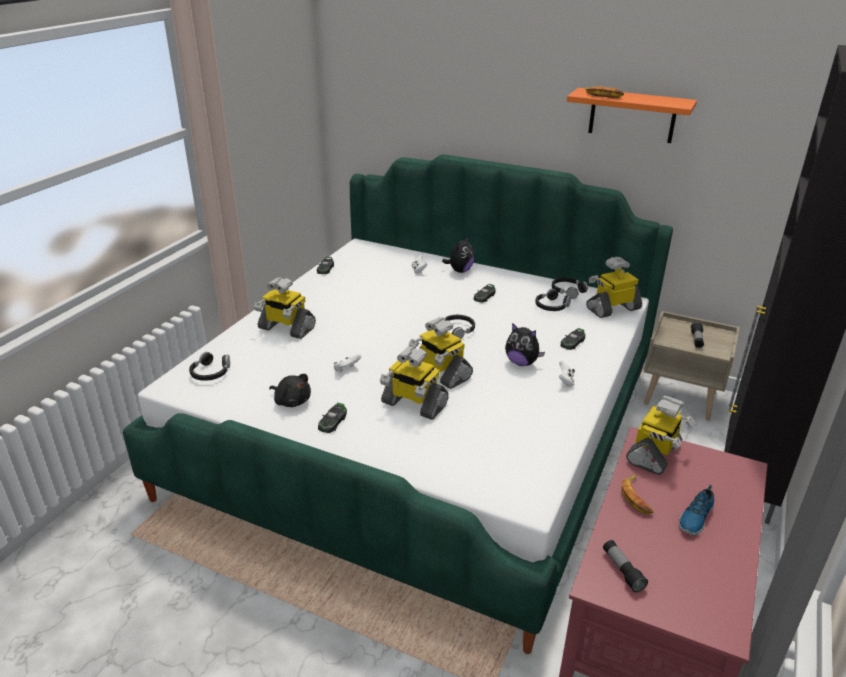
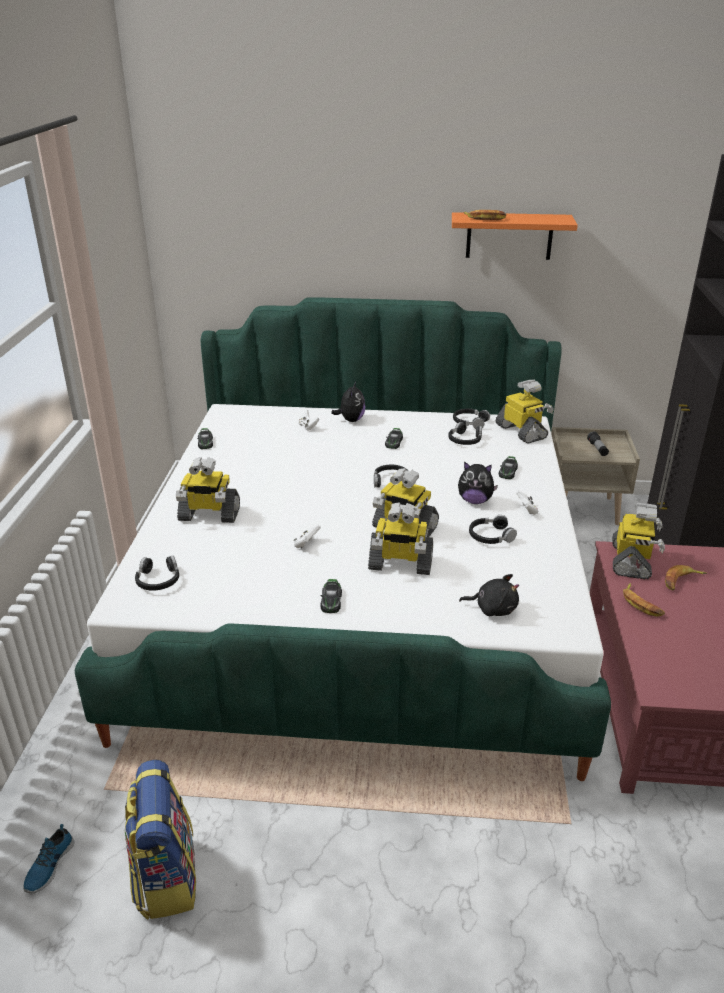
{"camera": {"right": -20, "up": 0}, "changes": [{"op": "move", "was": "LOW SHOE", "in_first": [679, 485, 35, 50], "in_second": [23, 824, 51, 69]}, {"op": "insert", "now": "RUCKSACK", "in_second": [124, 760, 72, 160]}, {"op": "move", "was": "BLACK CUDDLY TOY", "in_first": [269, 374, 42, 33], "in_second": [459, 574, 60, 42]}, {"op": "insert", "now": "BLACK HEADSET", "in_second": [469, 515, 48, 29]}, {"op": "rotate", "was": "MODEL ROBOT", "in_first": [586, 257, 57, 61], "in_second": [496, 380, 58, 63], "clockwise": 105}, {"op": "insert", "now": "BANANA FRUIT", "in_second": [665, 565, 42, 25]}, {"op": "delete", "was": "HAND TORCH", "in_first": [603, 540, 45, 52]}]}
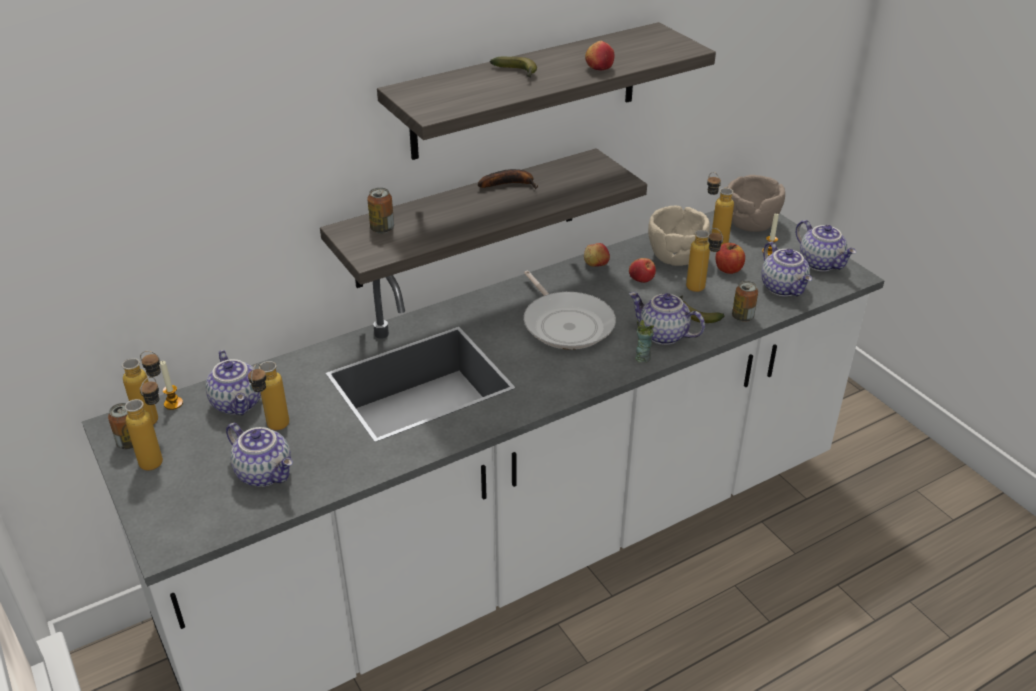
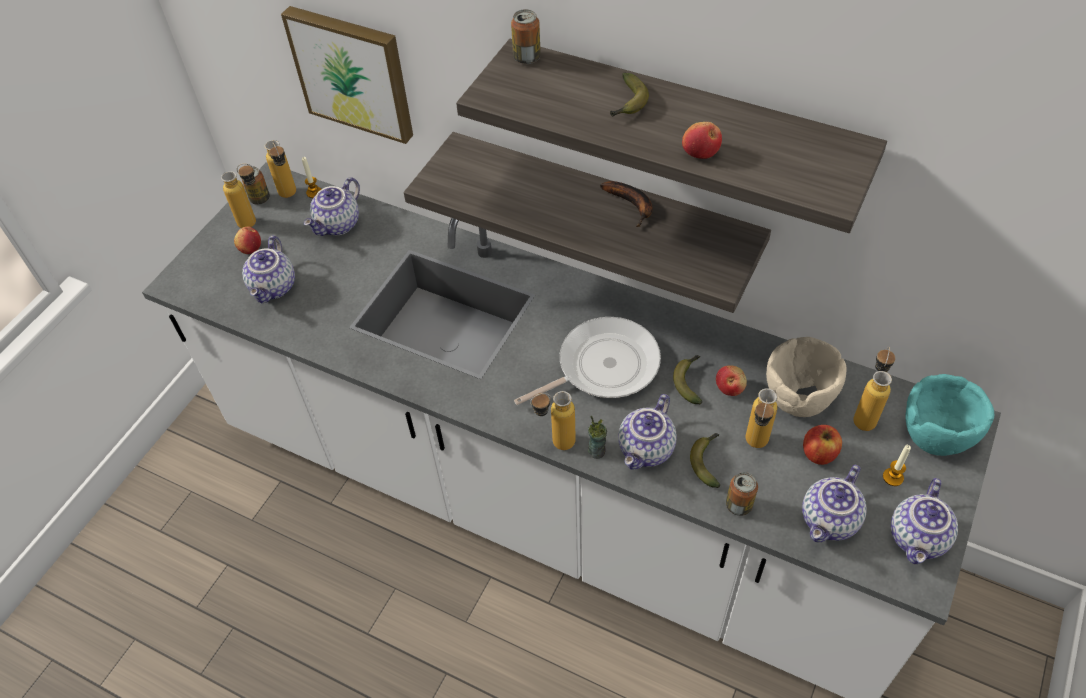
{"camera": {"right": 60, "up": 15}, "changes": [{"op": "move", "was": "APPLE", "in_first": [584, 243, 26, 24], "in_second": [234, 227, 27, 27]}, {"op": "insert", "now": "PICTURE", "in_second": [281, 6, 132, 138]}, {"op": "move", "was": "METAL CAN", "in_first": [367, 188, 27, 46], "in_second": [511, 9, 30, 55]}, {"op": "rotate", "was": "PAN", "in_first": [524, 271, 92, 78], "in_second": [514, 317, 147, 88], "clockwise": -150}, {"op": "move", "was": "BOTTLE", "in_first": [248, 361, 41, 69], "in_second": [530, 391, 46, 59]}, {"op": "rotate", "was": "TEAPOT", "in_first": [629, 292, 76, 53], "in_second": [618, 394, 59, 76], "clockwise": -150}, {"op": "insert", "now": "BANANA FRUIT", "in_second": [673, 355, 29, 49]}, {"op": "recolor", "was": "BROWNISH SERVING BOWL", "now": "BLUE-GREEN SERVING BOWL", "in_first": [727, 175, 58, 57], "in_second": [905, 374, 89, 82]}]}
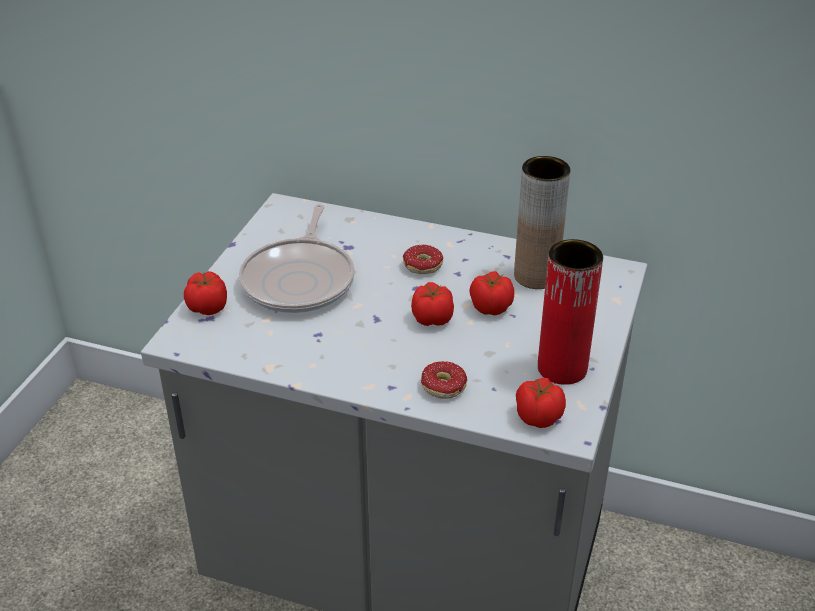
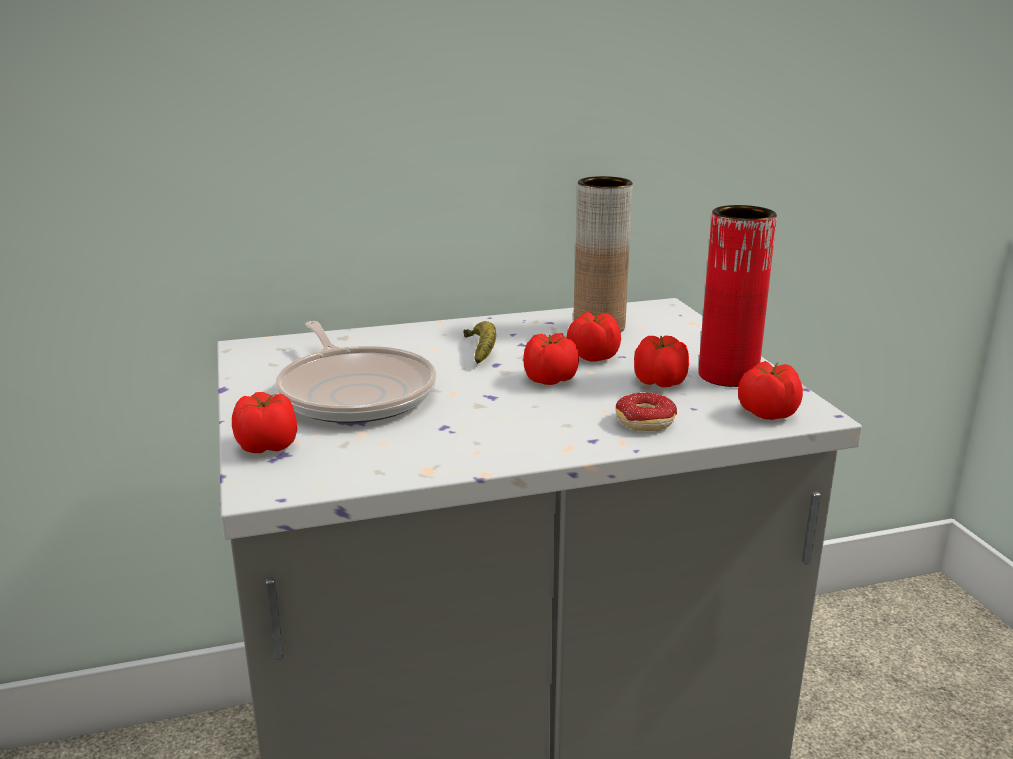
{"camera": {"right": -35, "up": -15}, "changes": [{"op": "replace", "was": "DONUT", "now": "BANANA FRUIT", "in_first": [403, 245, 40, 29], "in_second": [463, 321, 33, 43]}, {"op": "insert", "now": "TOMATO", "in_second": [634, 335, 55, 52]}]}
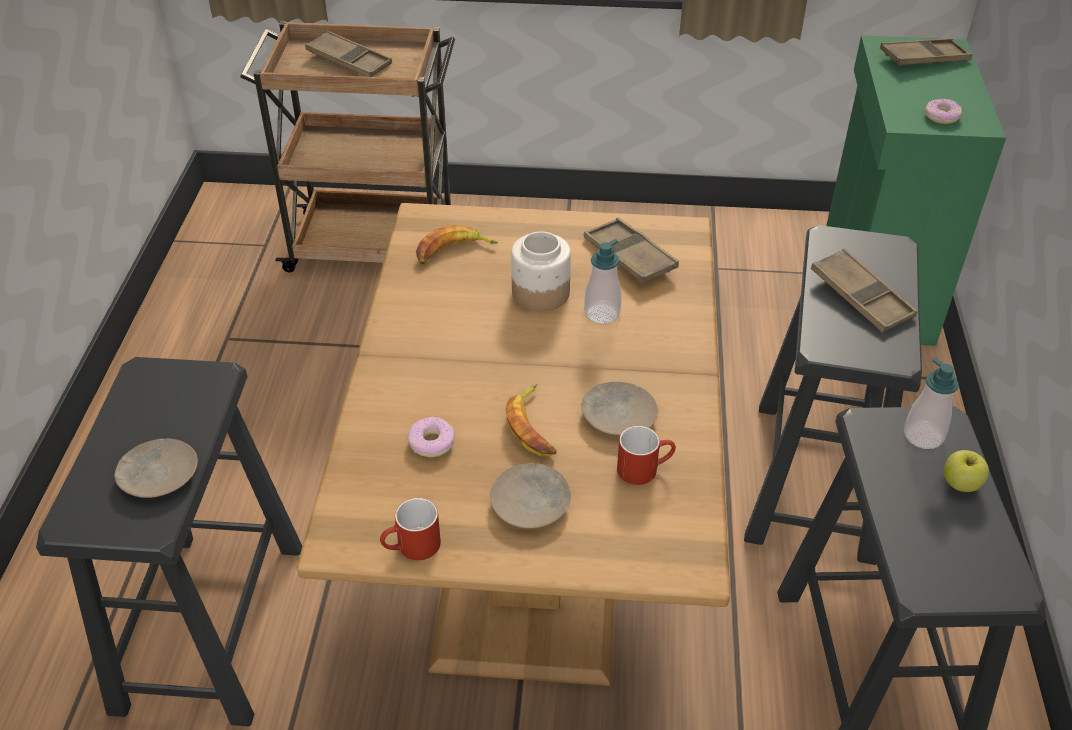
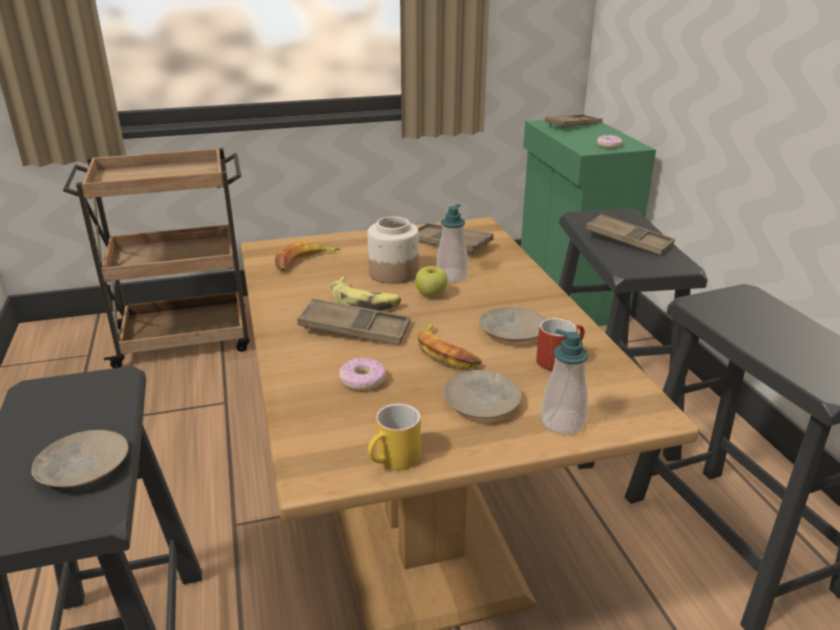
{"camera": {"right": -20, "up": -15}, "changes": [{"op": "move", "was": "BROWNISH CARRYING TRAY", "in_first": [305, 31, 87, 46], "in_second": [297, 298, 113, 47]}, {"op": "insert", "now": "BANANA FRUIT", "in_second": [330, 276, 71, 35]}, {"op": "recolor", "was": "RED MUG", "now": "YELLOW MUG", "in_first": [380, 498, 61, 63], "in_second": [368, 403, 53, 67]}, {"op": "move", "was": "APPLE", "in_first": [944, 450, 45, 42], "in_second": [415, 266, 33, 31]}, {"op": "move", "was": "SOAP BOTTLE", "in_first": [904, 358, 55, 91], "in_second": [541, 329, 48, 105]}]}
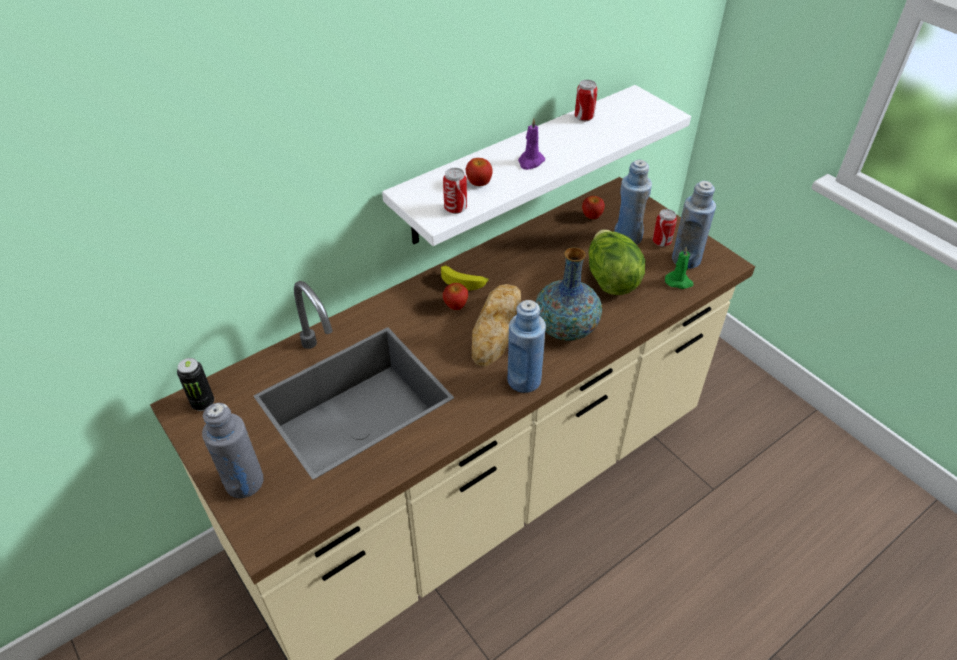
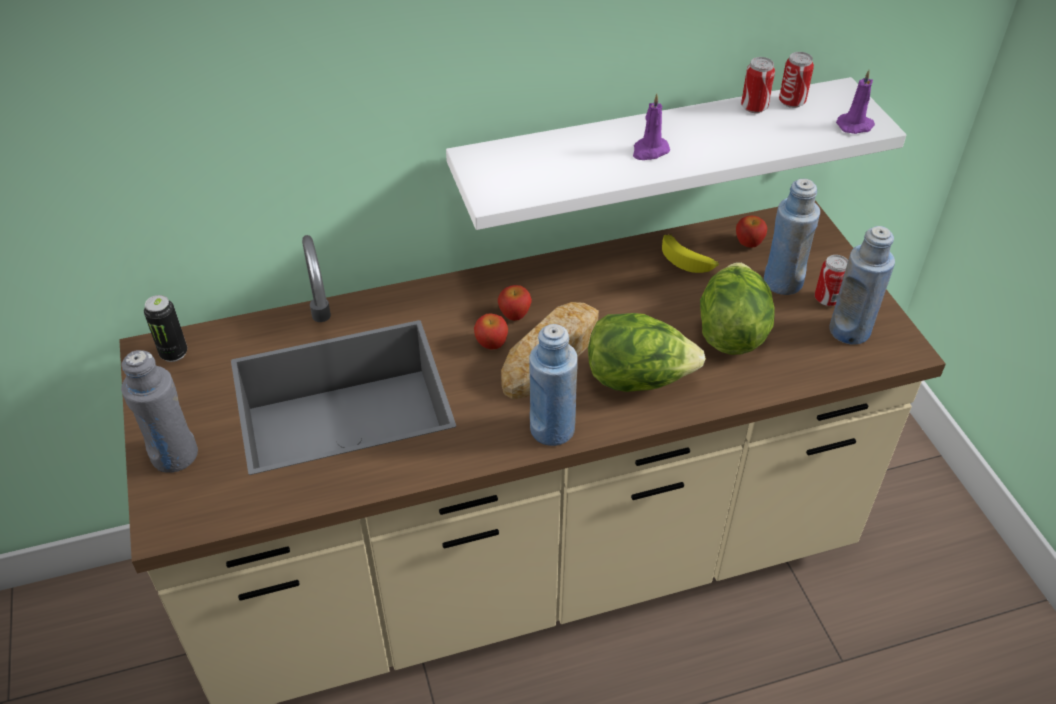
{"camera": {"right": 20, "up": 0}, "changes": [{"op": "move", "was": "APPLE", "in_first": [466, 158, 27, 28], "in_second": [474, 313, 34, 37]}, {"op": "replace", "was": "DECORATIVE VASE", "now": "HEAD OF LETTUCE", "in_first": [536, 247, 66, 94], "in_second": [588, 313, 118, 79]}, {"op": "move", "was": "BANANA FRUIT", "in_first": [441, 264, 48, 26], "in_second": [662, 233, 57, 40]}, {"op": "move", "was": "METAL CAN", "in_first": [443, 168, 24, 46], "in_second": [779, 52, 35, 56]}, {"op": "insert", "now": "PURPLISH WAX CANDLE", "in_second": [836, 69, 39, 65]}, {"op": "delete", "was": "GREENISH WAX CANDLE", "in_first": [665, 246, 29, 43]}]}
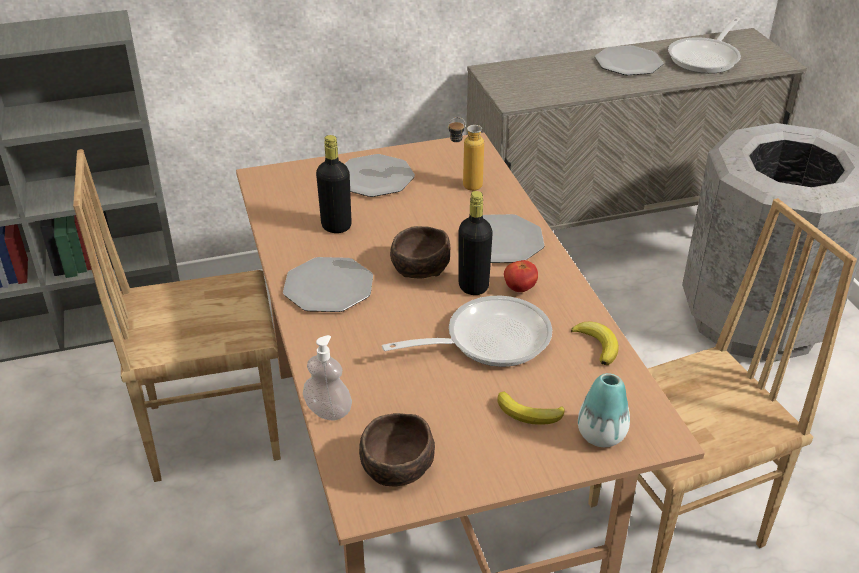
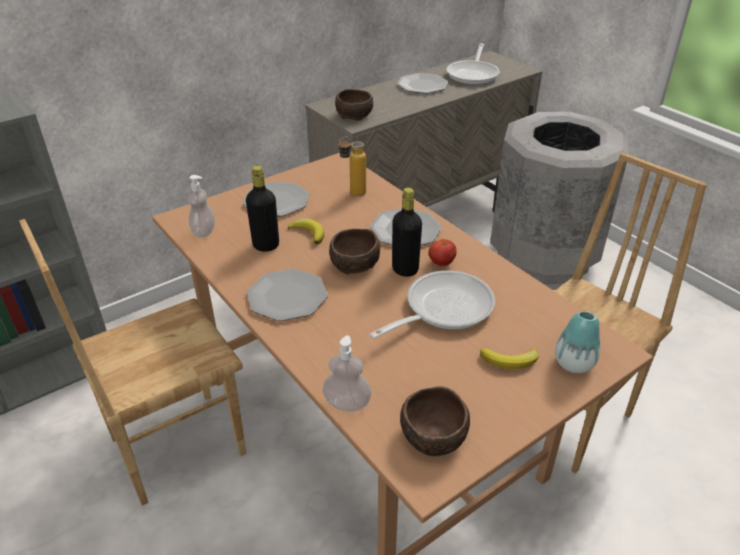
{"camera": {"right": -20, "up": 0}, "changes": [{"op": "insert", "now": "SOAP BOTTLE", "in_second": [188, 175, 27, 62]}, {"op": "move", "was": "BANANA FRUIT", "in_first": [571, 321, 48, 44], "in_second": [288, 218, 36, 26]}, {"op": "insert", "now": "BROWNISH SERVING BOWL", "in_second": [335, 89, 38, 31]}]}
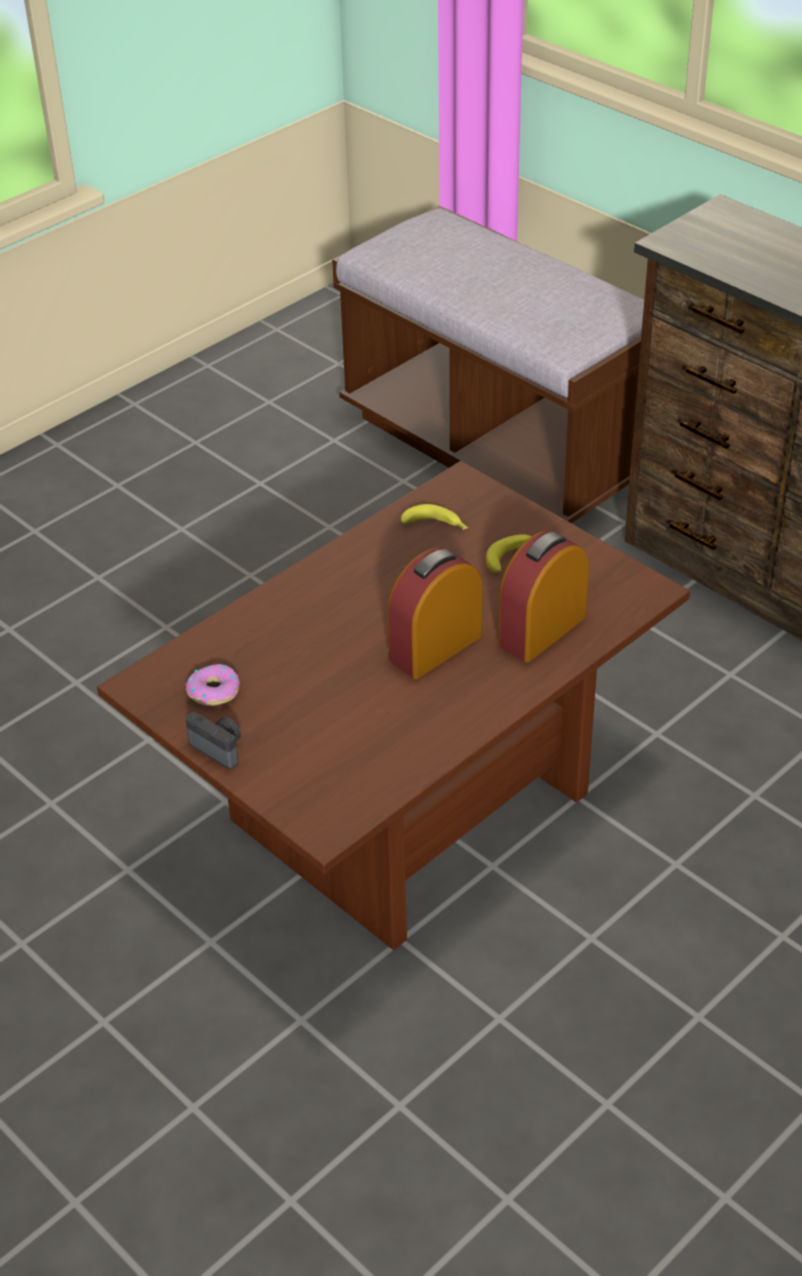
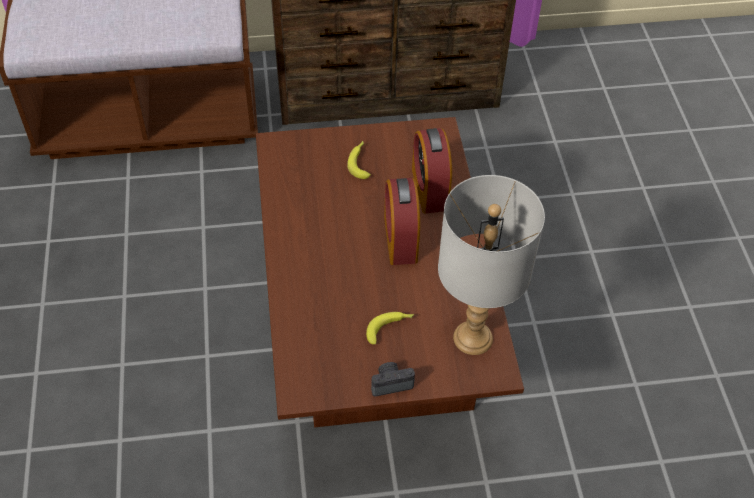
{"camera": {"right": -55, "up": 10}, "changes": [{"op": "move", "was": "BANANA FRUIT", "in_first": [401, 504, 67, 26], "in_second": [366, 312, 48, 33]}, {"op": "insert", "now": "GREYISH LAMP FOR A TABLE", "in_second": [438, 175, 107, 180]}, {"op": "delete", "was": "DONUT", "in_first": [186, 664, 54, 42]}]}
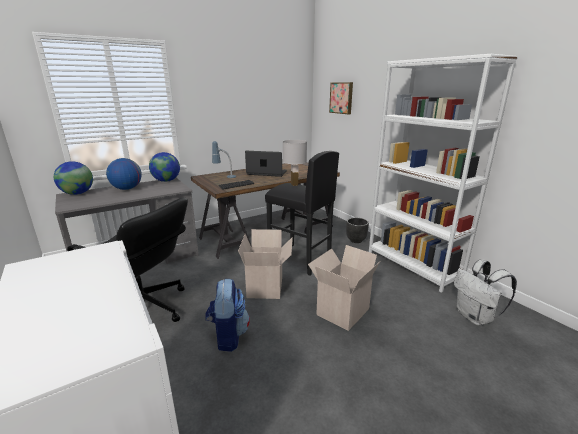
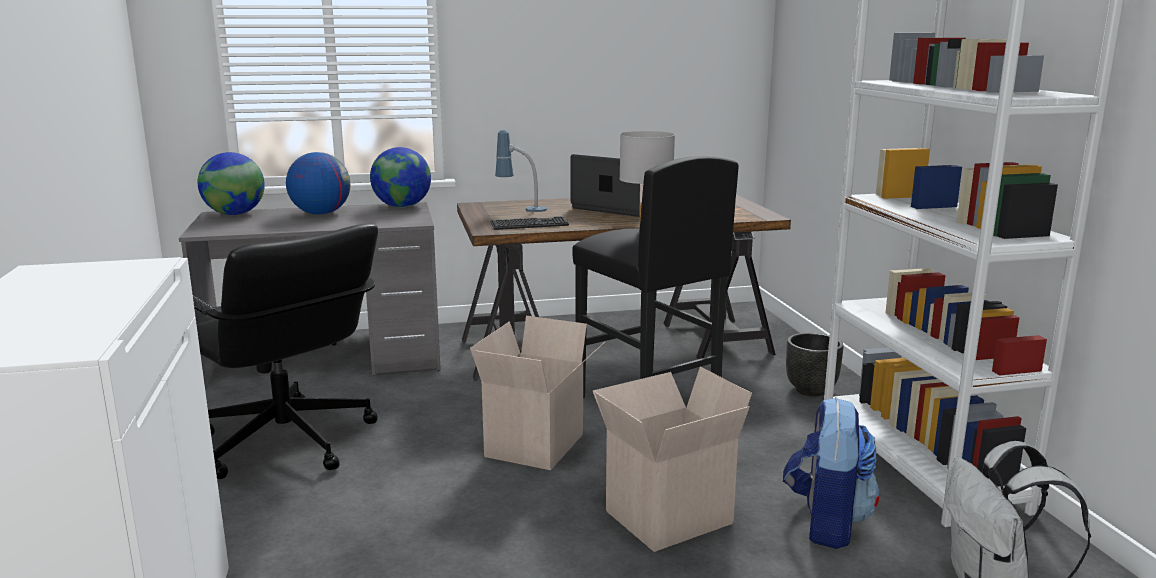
{"camera": {"right": 20, "up": -5}, "changes": [{"op": "move", "was": "RUCKSACK", "in_first": [205, 279, 45, 73], "in_second": [783, 397, 97, 152]}, {"op": "delete", "was": "PICTURE", "in_first": [329, 82, 24, 32]}]}
